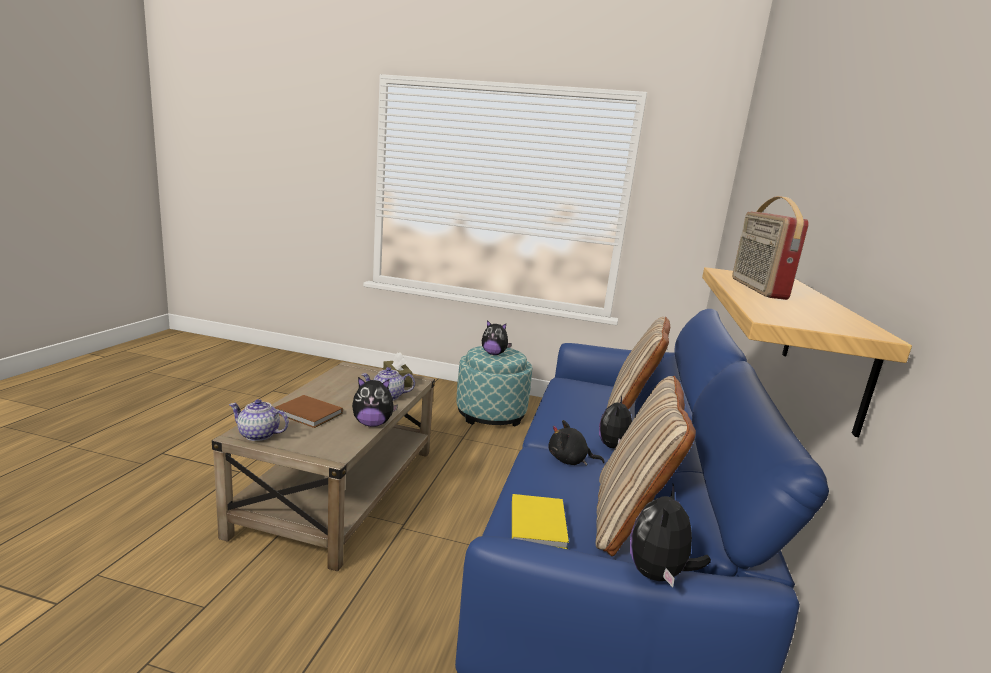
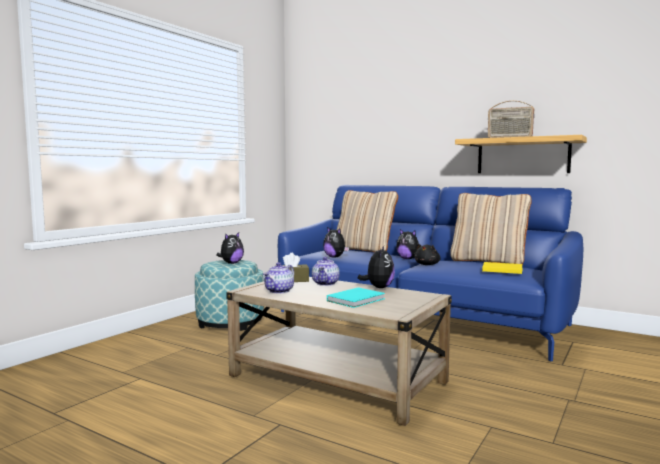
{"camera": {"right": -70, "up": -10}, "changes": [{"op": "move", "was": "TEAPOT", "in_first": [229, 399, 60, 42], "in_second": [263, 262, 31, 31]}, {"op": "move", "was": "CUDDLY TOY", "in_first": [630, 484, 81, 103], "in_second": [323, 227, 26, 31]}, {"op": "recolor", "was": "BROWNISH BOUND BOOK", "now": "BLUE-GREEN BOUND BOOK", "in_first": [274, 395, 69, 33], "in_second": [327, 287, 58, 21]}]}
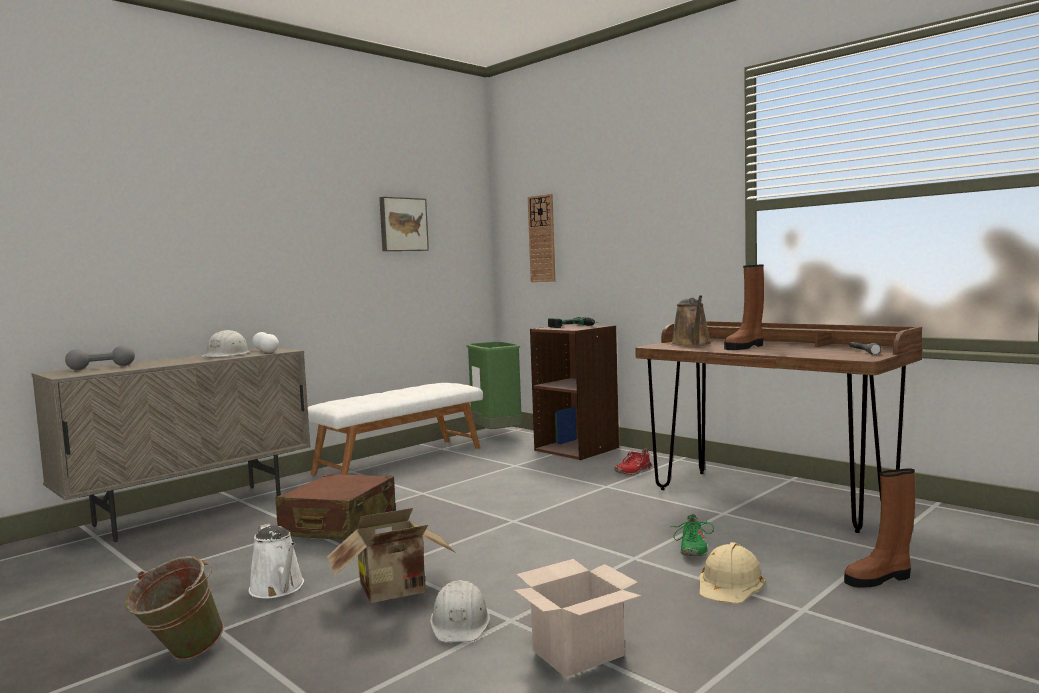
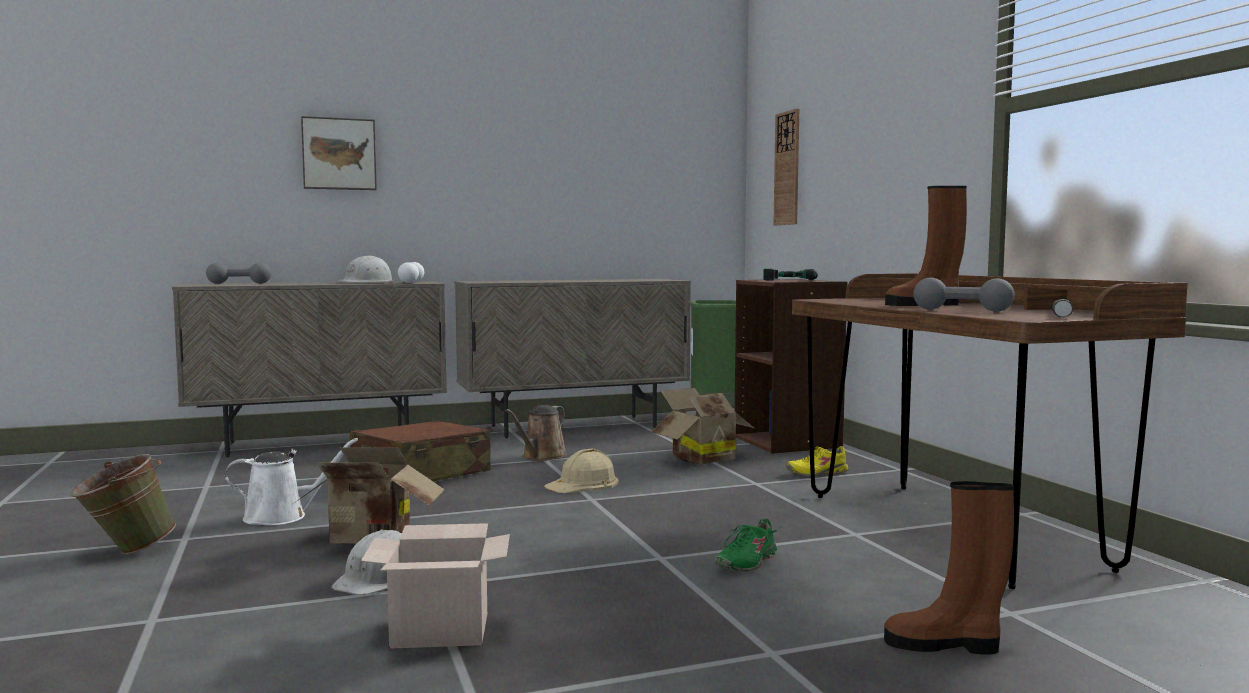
{"camera": {"right": 25, "up": 0}, "changes": [{"op": "rotate", "was": "WHITE SPRINKLING CAN", "in_first": [249, 523, 55, 75], "in_second": [225, 438, 133, 87], "clockwise": -105}, {"op": "move", "was": "PICTURE", "in_first": [379, 197, 50, 54], "in_second": [301, 116, 76, 74]}, {"op": "replace", "was": "WHITE INDOOR BENCH", "now": "BEIGE-COLOURED CABINET", "in_first": [308, 383, 175, 92], "in_second": [455, 279, 236, 160]}, {"op": "move", "was": "BROWNISH SPRINKLING CAN", "in_first": [671, 295, 40, 51], "in_second": [505, 405, 62, 56]}, {"op": "move", "was": "BEIGE-COLOURED SAFETY HELMET", "in_first": [699, 542, 67, 62], "in_second": [544, 448, 75, 45]}, {"op": "insert", "now": "CARDBOARD BOX", "in_second": [651, 388, 103, 77]}, {"op": "recolor", "was": "RED LOW SHOE", "now": "YELLOW LOW SHOE", "in_first": [614, 449, 38, 26], "in_second": [786, 446, 62, 31]}, {"op": "insert", "now": "GREYISH HAND WEIGHT", "in_second": [913, 278, 102, 34]}]}
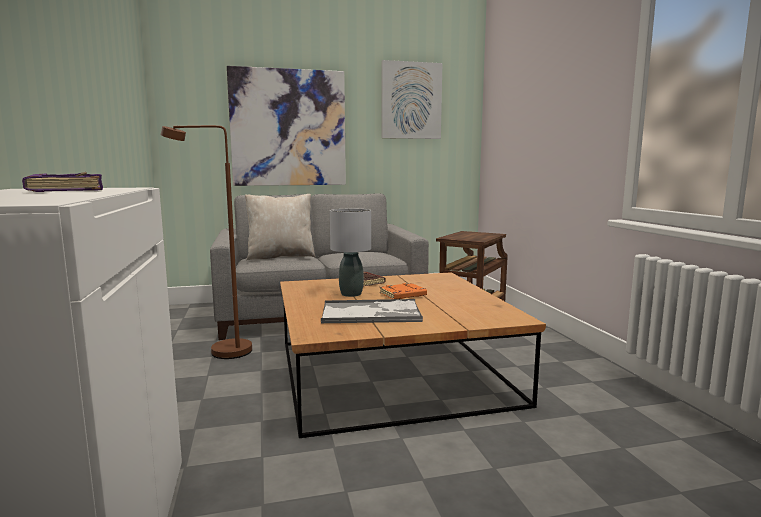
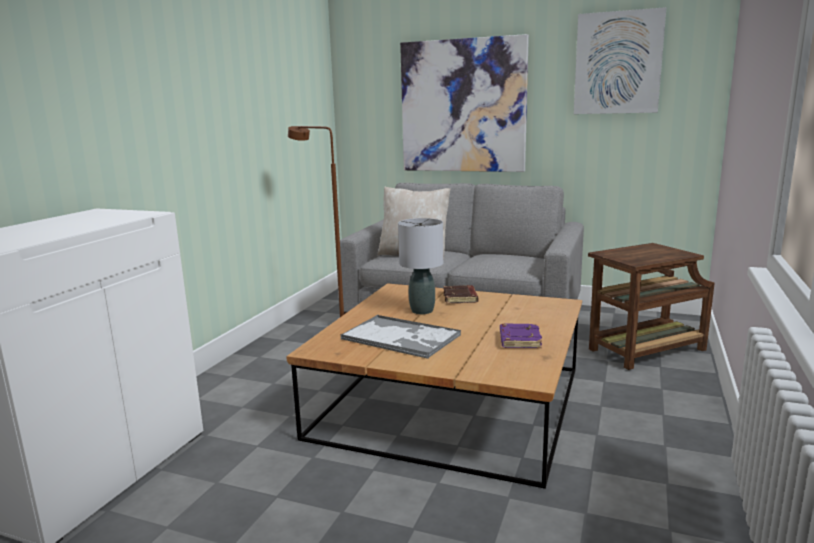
{"camera": {"right": 35, "up": 5}, "changes": [{"op": "move", "was": "PURPLISH BOUND BOOK", "in_first": [22, 172, 81, 20], "in_second": [500, 323, 42, 25]}, {"op": "delete", "was": "ORANGE BOUND BOOK", "in_first": [380, 283, 47, 16]}]}
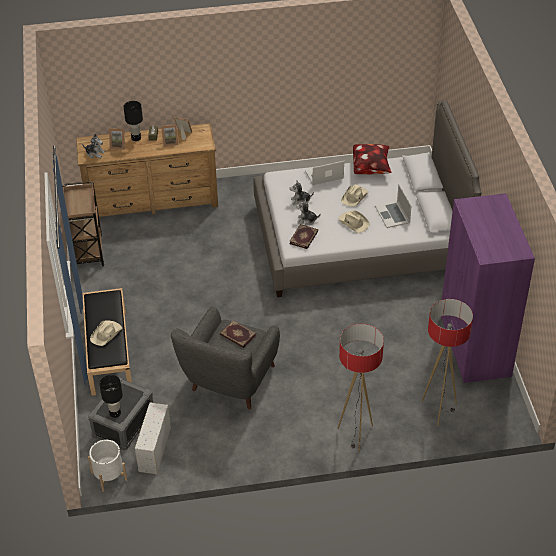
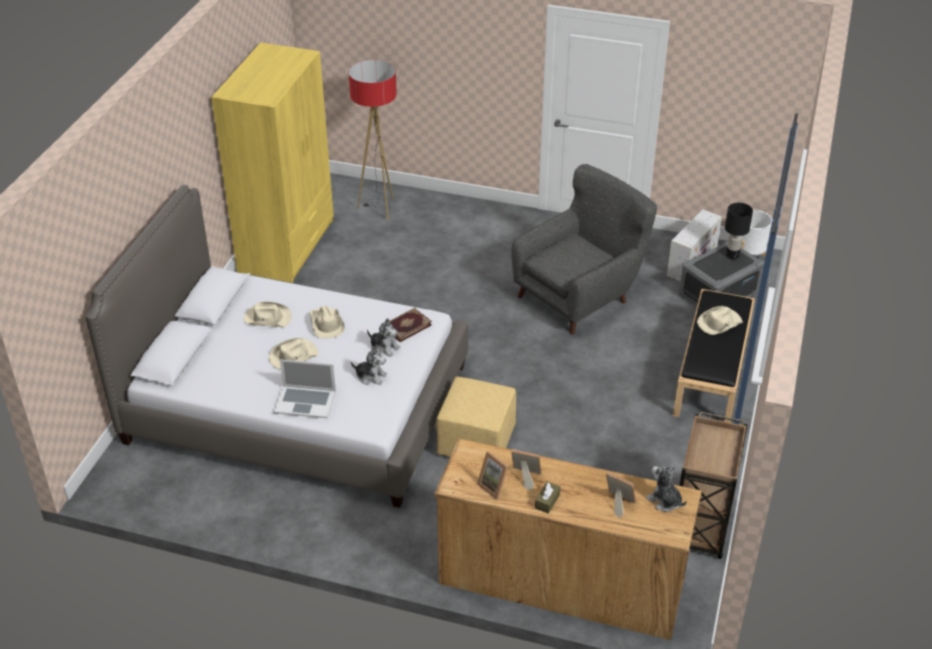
{"camera": {"right": -155, "up": -5}, "changes": [{"op": "recolor", "was": "PURPLISH CLOTHES CUPBOARD", "now": "YELLOW CLOTHES CUPBOARD", "in_first": [441, 193, 94, 190], "in_second": [211, 42, 123, 241]}, {"op": "replace", "was": "NOTEBOOK COMPUTER", "now": "BEIGE-COLOURED HAT", "in_first": [375, 184, 36, 44], "in_second": [244, 302, 48, 25]}, {"op": "insert", "now": "YELLOW POUFFE", "in_second": [436, 376, 80, 81]}, {"op": "delete", "was": "BLACK LAMP FOR A TABLE", "in_first": [124, 101, 19, 40]}, {"op": "delete", "was": "BOUND BOOK", "in_first": [220, 320, 36, 28]}, {"op": "delete", "was": "STANDARD LAMP", "in_first": [337, 324, 47, 128]}, {"op": "delete", "was": "THROW PILLOW", "in_first": [353, 144, 38, 31]}]}
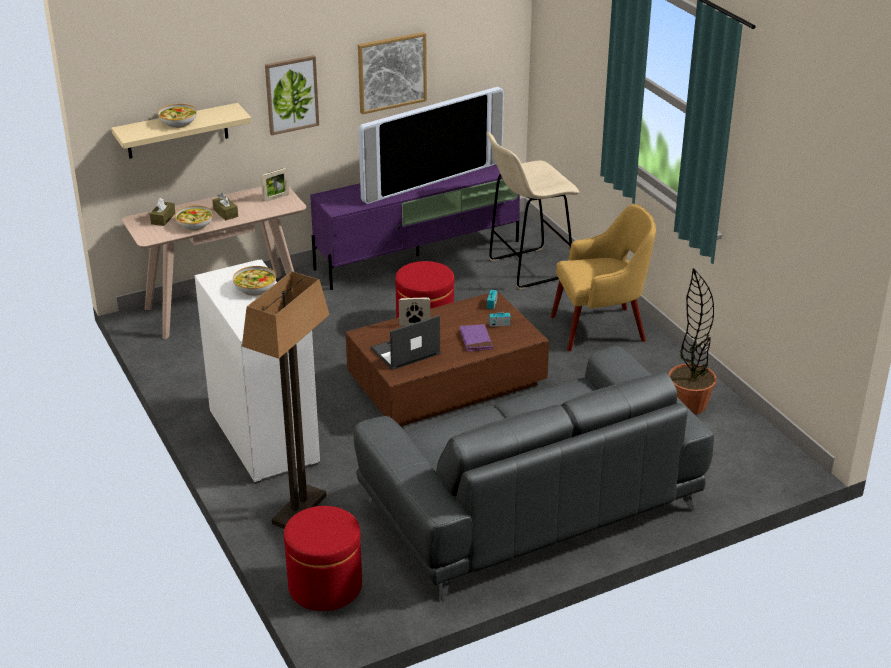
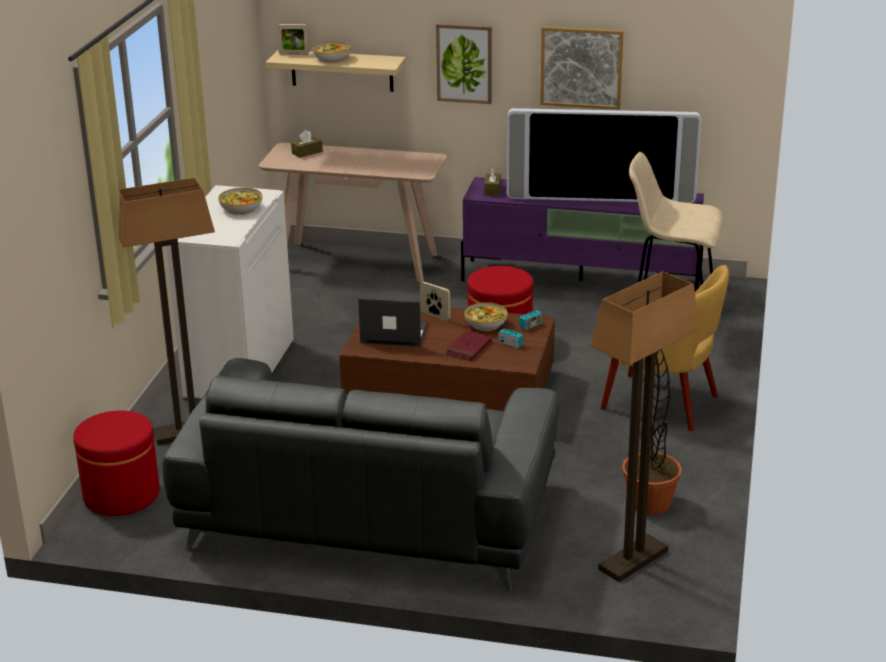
{"camera": {"right": 40, "up": -5}, "changes": [{"op": "move", "was": "STANDING FRAME", "in_first": [261, 168, 28, 34], "in_second": [277, 24, 32, 31]}, {"op": "recolor", "was": "PURPLISH BOUND BOOK", "now": "RED BOUND BOOK", "in_first": [459, 324, 34, 28], "in_second": [446, 330, 46, 31]}, {"op": "move", "was": "SERVING BOWL", "in_first": [175, 205, 38, 26], "in_second": [464, 302, 44, 29]}, {"op": "move", "was": "BROWNISH BOX OF TISSUES", "in_first": [212, 193, 26, 28], "in_second": [484, 167, 17, 29]}, {"op": "insert", "now": "STANDARD LAMP", "in_second": [590, 271, 110, 311]}]}
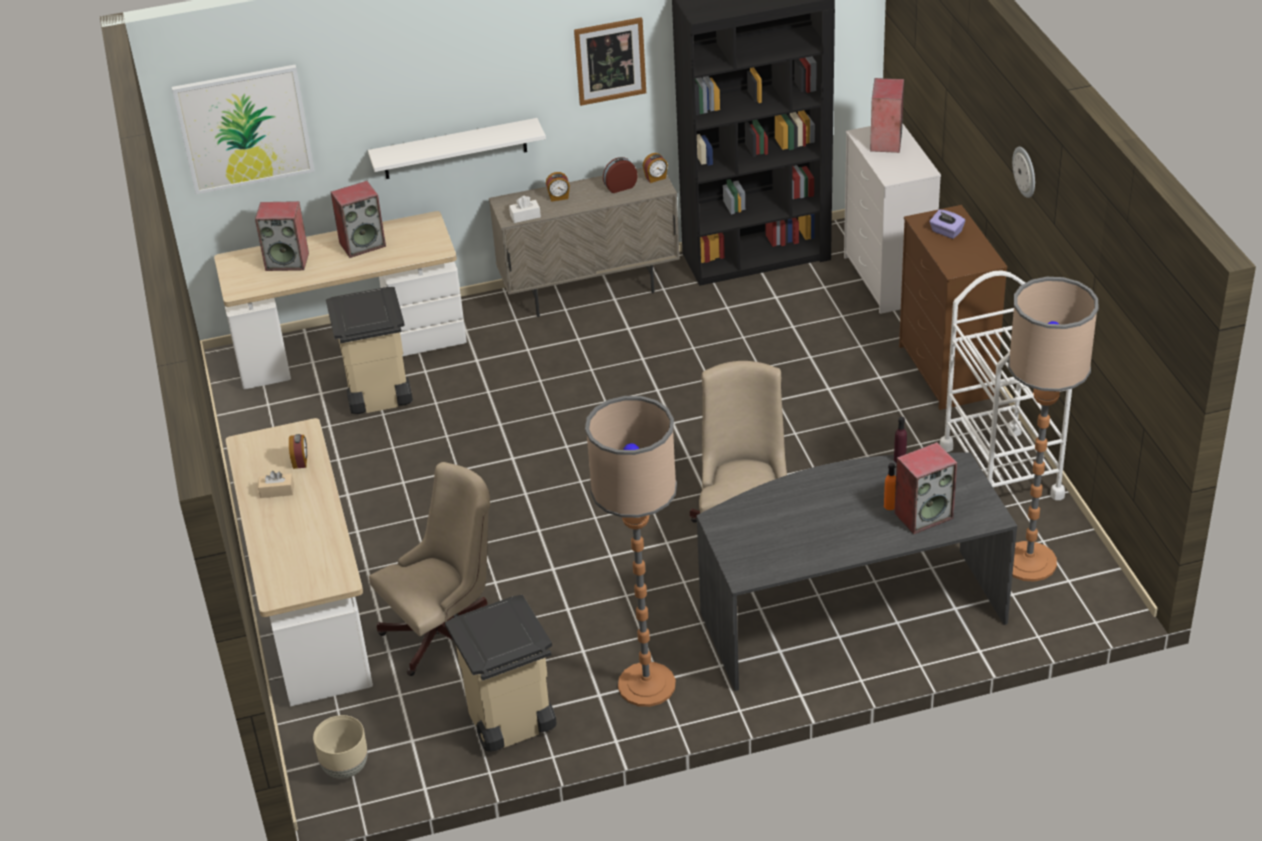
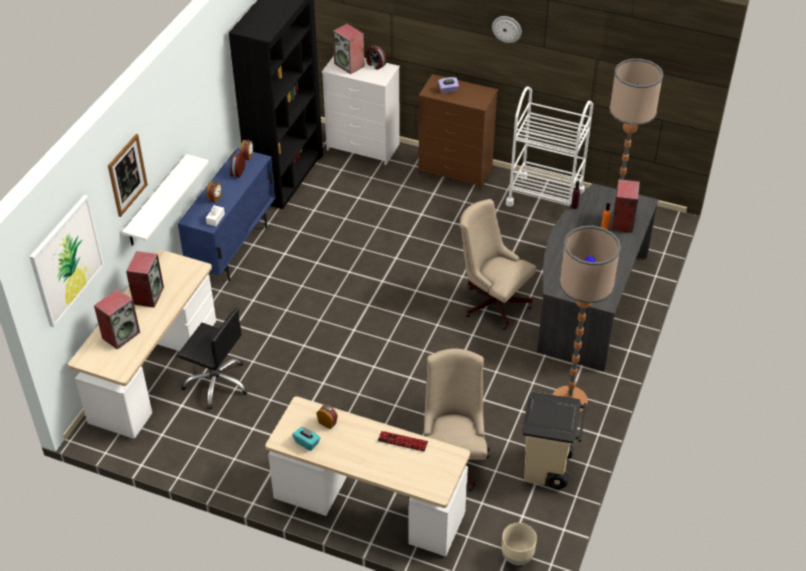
{"camera": {"right": -55, "up": 5}, "changes": [{"op": "move", "was": "PICTURE", "in_first": [574, 17, 72, 89], "in_second": [108, 134, 40, 83]}, {"op": "recolor", "was": "BEIGE-COLOURED CABINET", "now": "BLUE-COLOURED CABINET", "in_first": [489, 168, 191, 149], "in_second": [177, 148, 98, 133]}, {"op": "replace", "was": "BEIGE-COLOURED TRASH CAN", "now": "BLACK OFFICE CHAIR", "in_first": [326, 287, 87, 127], "in_second": [177, 308, 71, 101]}, {"op": "insert", "now": "BLUE-GREEN BOX OF TISSUES", "in_second": [292, 427, 28, 24]}, {"op": "insert", "now": "BEDSIDE CLOCK", "in_second": [366, 45, 20, 25]}, {"op": "insert", "now": "PC KEYBOARD", "in_second": [378, 431, 50, 21]}, {"op": "delete", "was": "BEIGE-COLOURED BOX OF TISSUES", "in_first": [258, 471, 36, 27]}]}
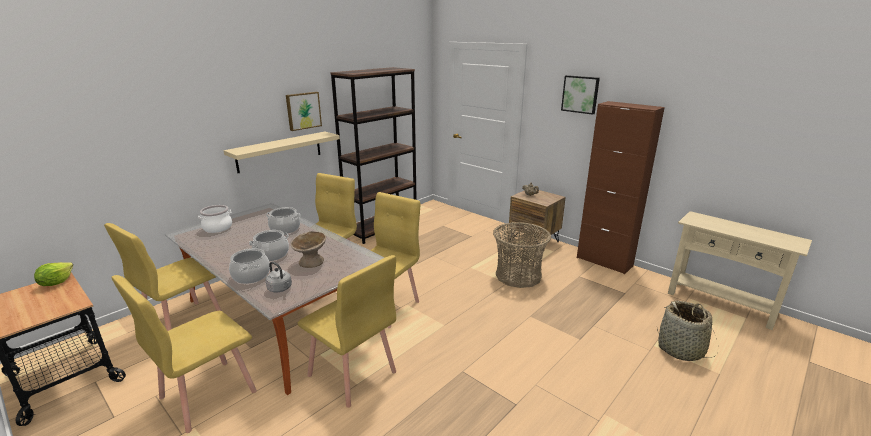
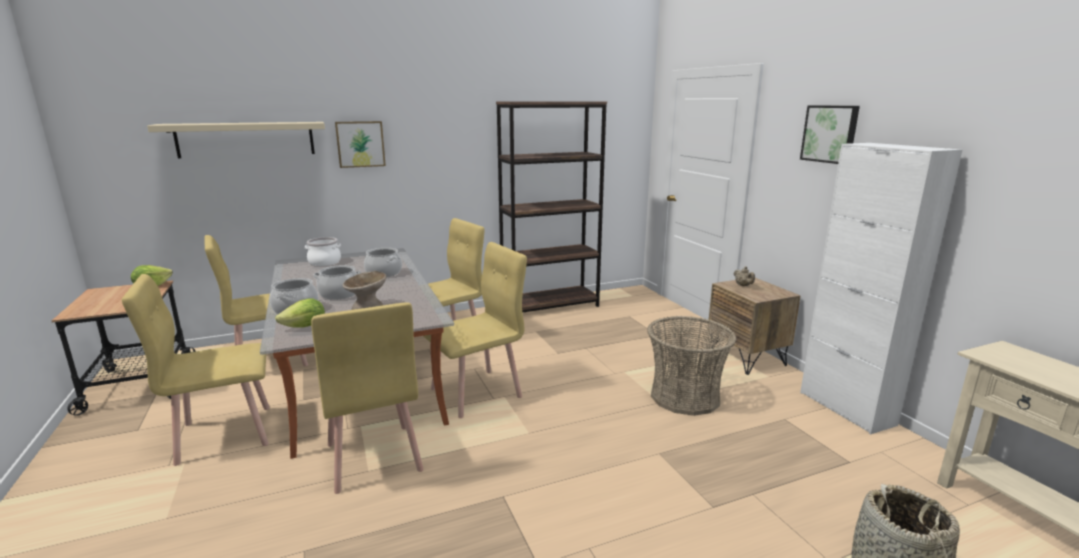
{"camera": {"right": 25, "up": -5}, "changes": [{"op": "move", "was": "BEIGE-COLOURED BRACKET SHELF", "in_first": [223, 132, 117, 41], "in_second": [147, 122, 178, 36]}, {"op": "replace", "was": "GREYISH KETTLE", "now": "HEAD OF LETTUCE", "in_first": [265, 262, 27, 31], "in_second": [275, 299, 50, 29]}, {"op": "move", "was": "PICTURE", "in_first": [286, 92, 36, 39], "in_second": [335, 121, 51, 47]}, {"op": "recolor", "was": "BROWNISH CABINET", "now": "WHITE CABINET", "in_first": [577, 101, 88, 174], "in_second": [800, 143, 162, 291]}]}
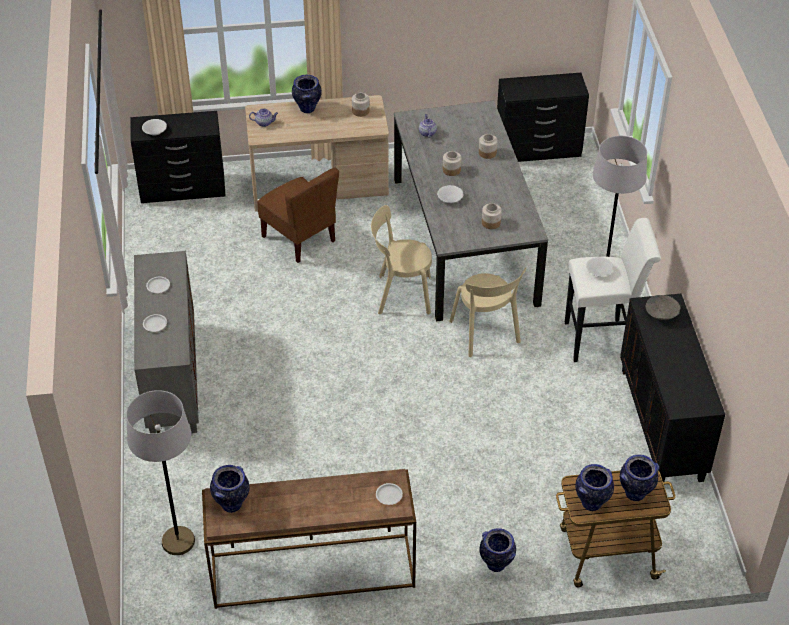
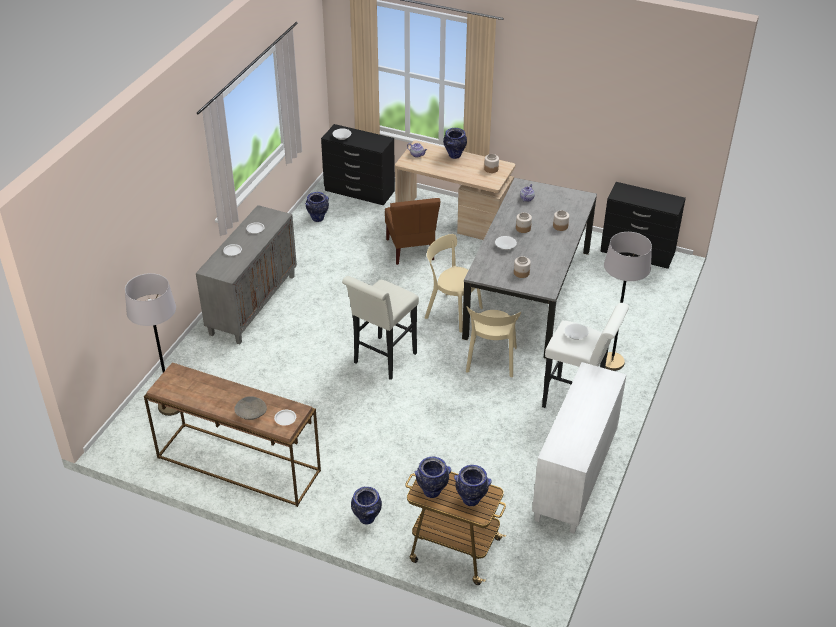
{"camera": {"right": 30, "up": -5}, "changes": [{"op": "move", "was": "GREYISH SERVING BOWL", "in_first": [645, 295, 36, 25], "in_second": [234, 396, 33, 24]}, {"op": "move", "was": "DECORATIVE VASE", "in_first": [210, 465, 39, 48], "in_second": [305, 192, 24, 30]}, {"op": "insert", "now": "WHITE SITTING STOOL", "in_second": [342, 276, 77, 104]}, {"op": "recolor", "was": "BLACK CABINET", "now": "WHITE CABINET", "in_first": [620, 294, 105, 188], "in_second": [532, 362, 94, 172]}]}
